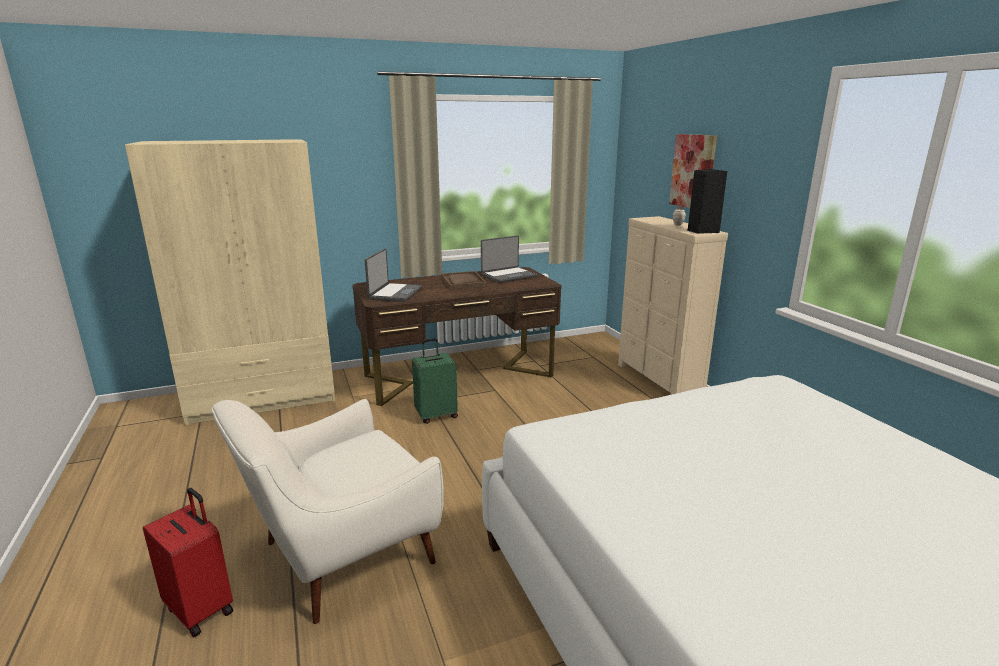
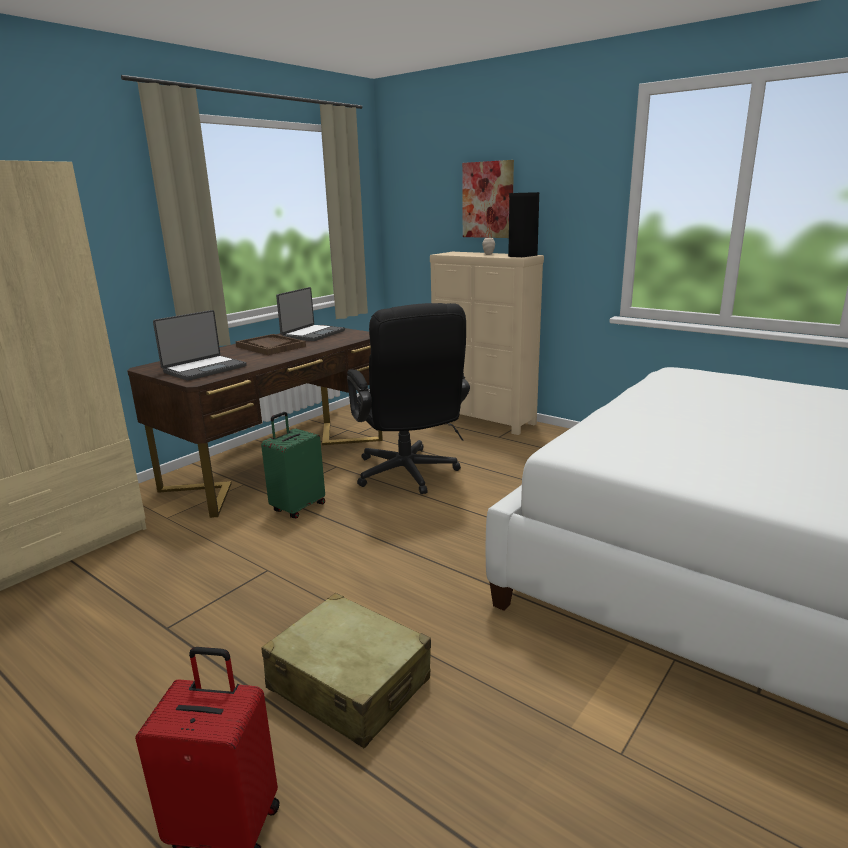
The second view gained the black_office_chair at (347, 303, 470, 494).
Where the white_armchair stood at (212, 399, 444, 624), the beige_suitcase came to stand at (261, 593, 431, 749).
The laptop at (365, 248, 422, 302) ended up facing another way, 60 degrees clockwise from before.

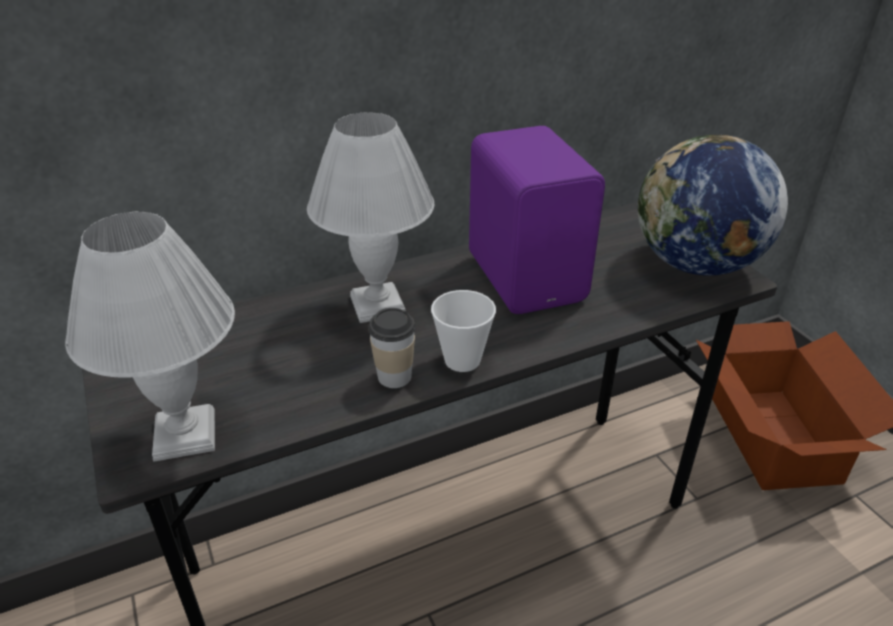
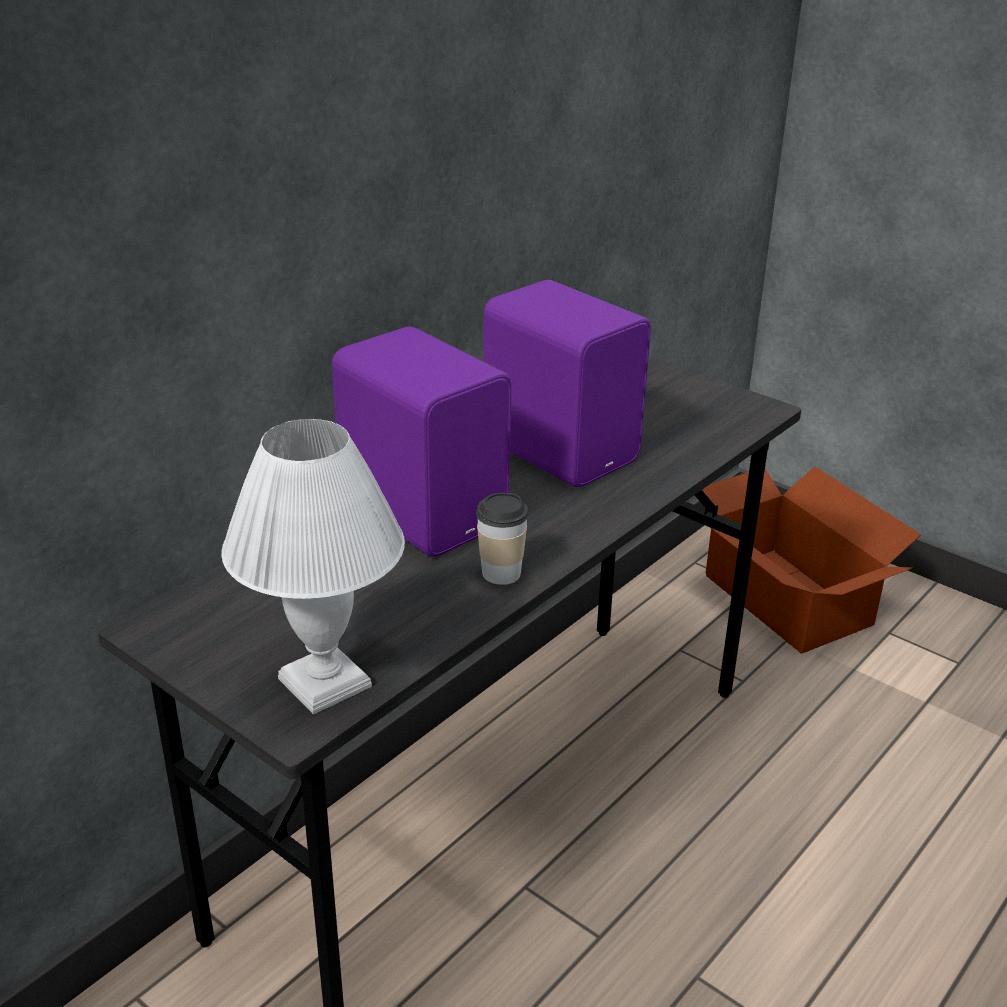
The second view lost the cup at (431, 290, 496, 372).
The second view lost the globe at (638, 135, 788, 276).
Where the white_table_lamp stood at (307, 112, 434, 323), the purple_speaker came to stand at (332, 326, 512, 557).

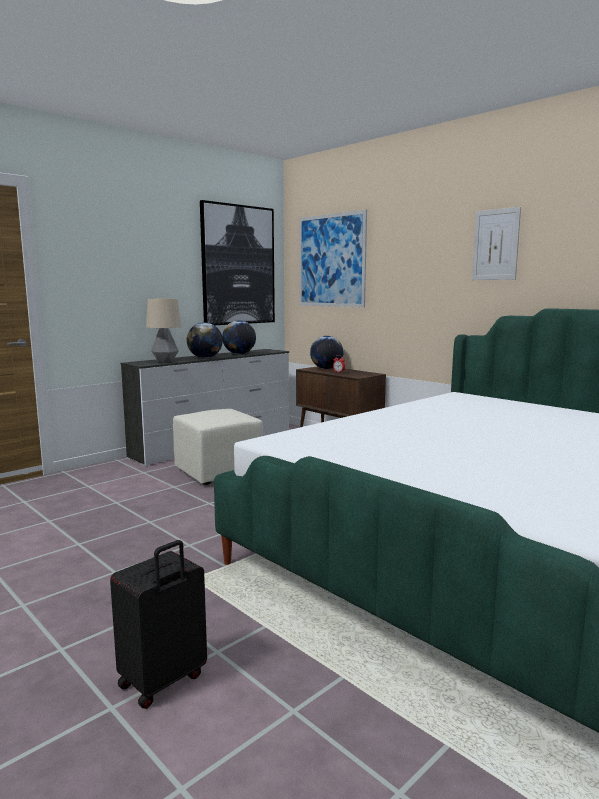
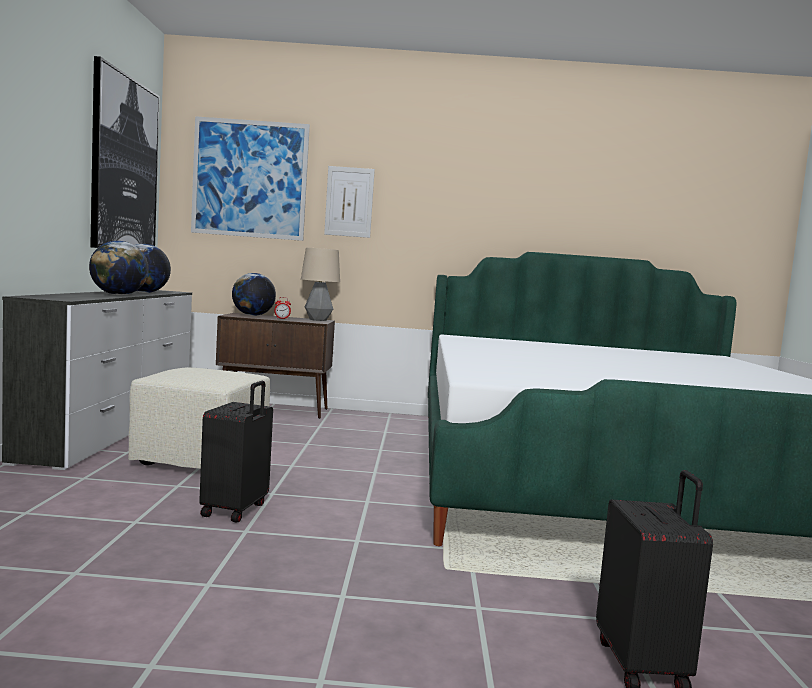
The second view gained the black_suitcase at (199, 381, 273, 522).
The table_lamp ended up elsewhere, having gone from (146, 298, 182, 363) to (301, 248, 340, 321).
The picture ended up elsewhere, having gone from (472, 207, 521, 280) to (324, 166, 375, 238).

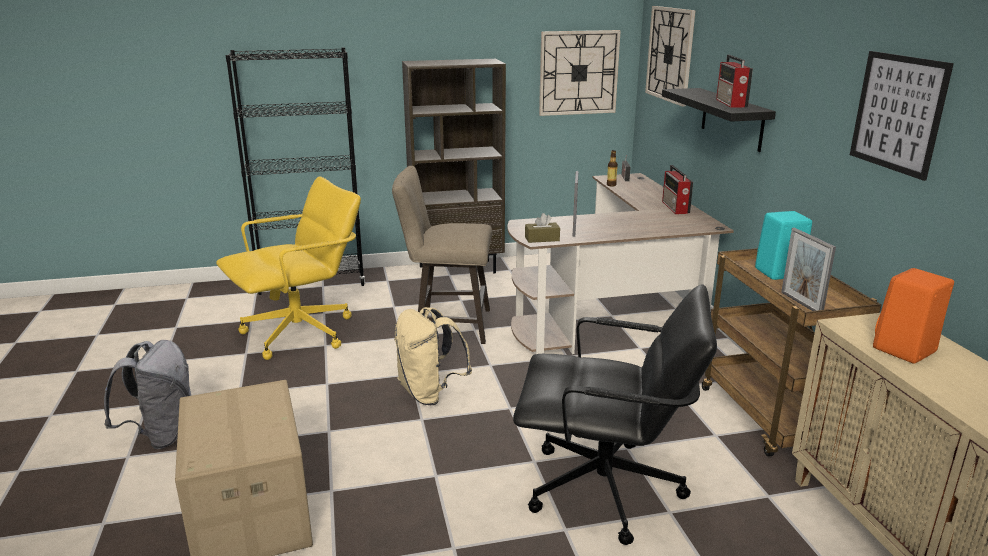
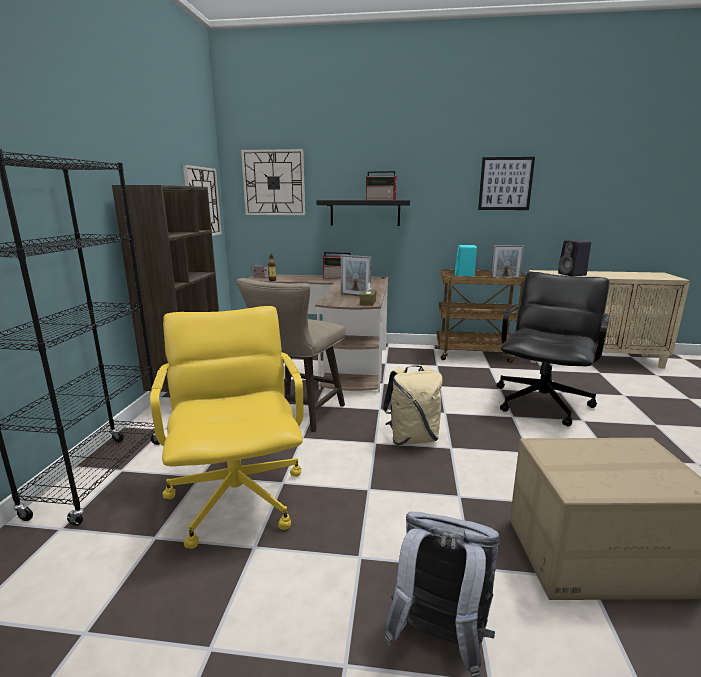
What was the orange_speaker at (873, 268, 954, 364) turned into the black_speaker at (558, 240, 591, 276).

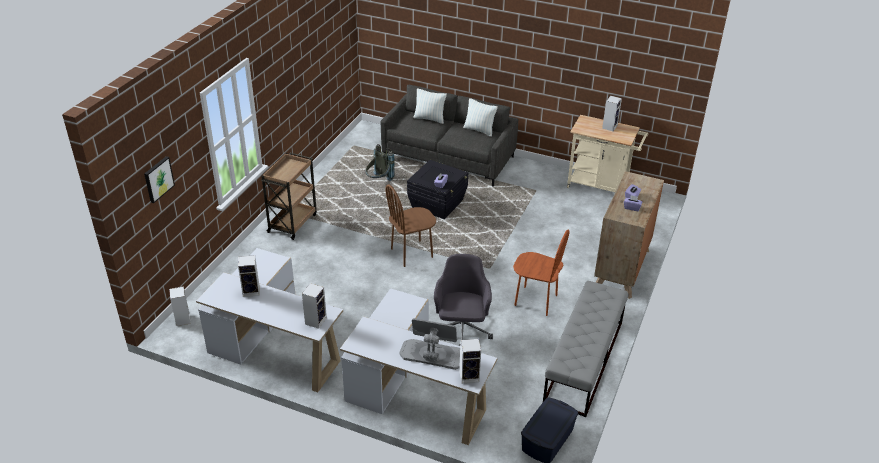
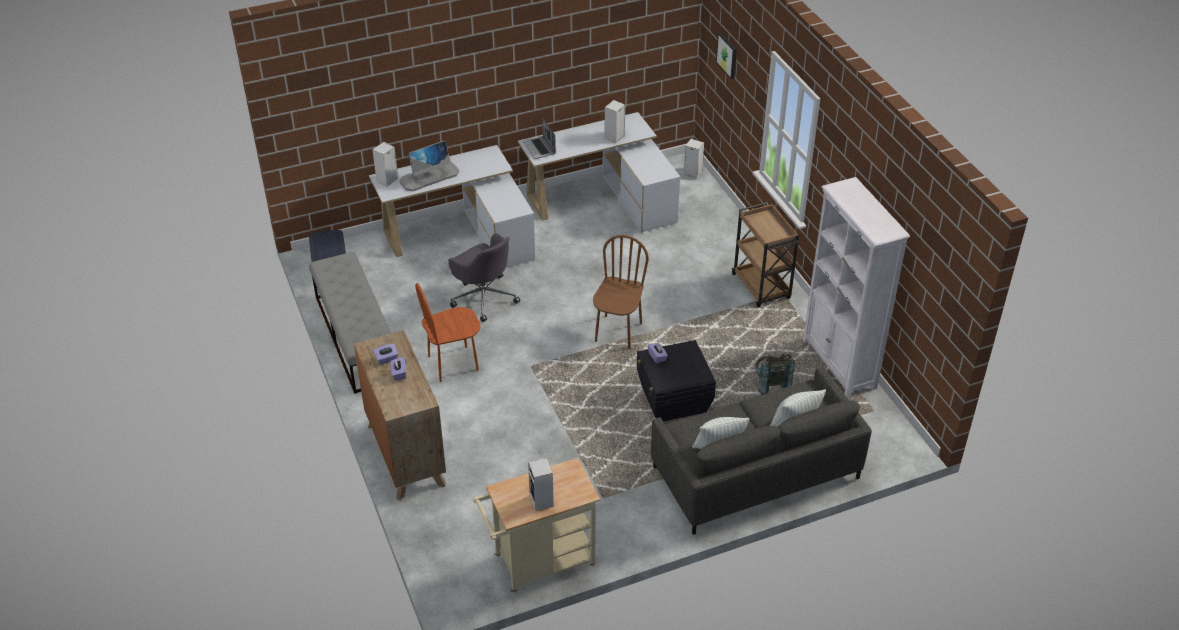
The second view gained the white_bookcase at (802, 177, 910, 398).
Where the speaker stood at (302, 283, 327, 329), the laptop came to stand at (523, 118, 556, 159).

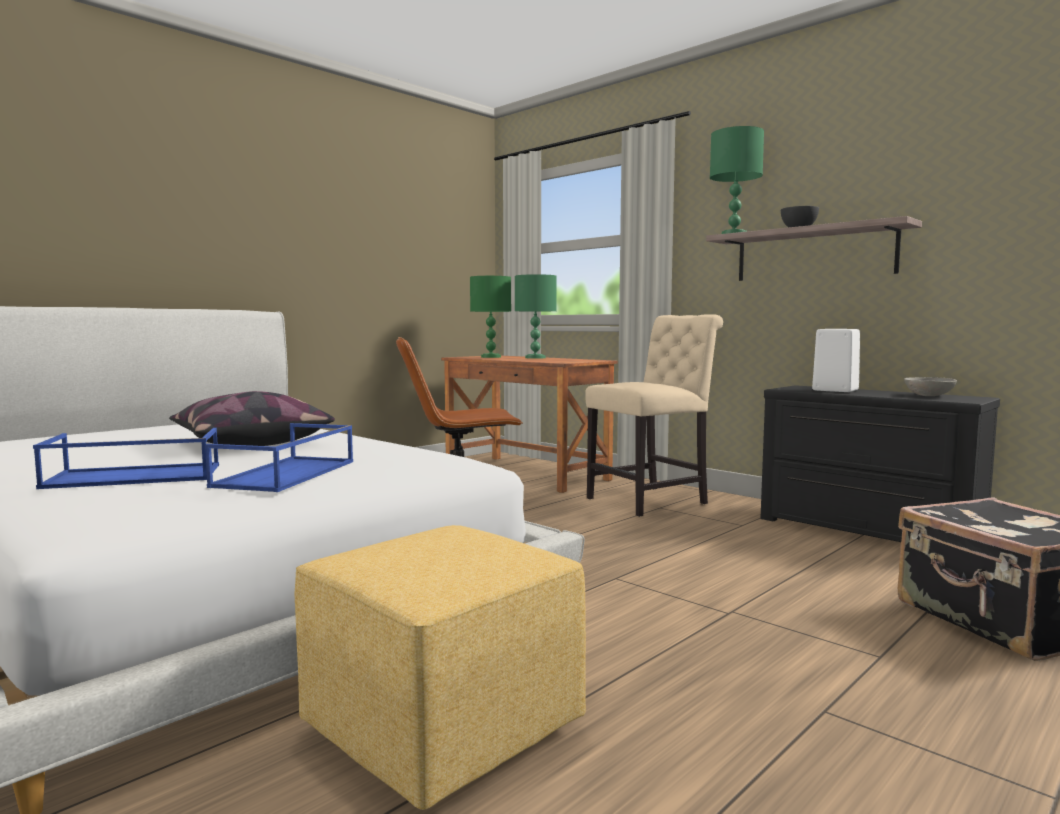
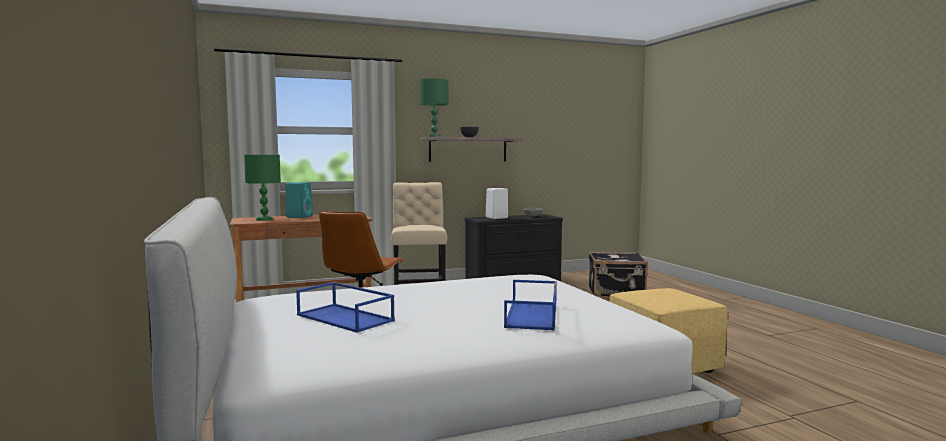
The second view lost the pillow at (169, 391, 335, 446).
The blue_tray ended up elsewhere, having gone from (205, 423, 353, 492) to (296, 282, 395, 333).
Where the green_table_lamp stood at (515, 274, 557, 359), the turquoise_speaker came to stand at (285, 182, 313, 218).

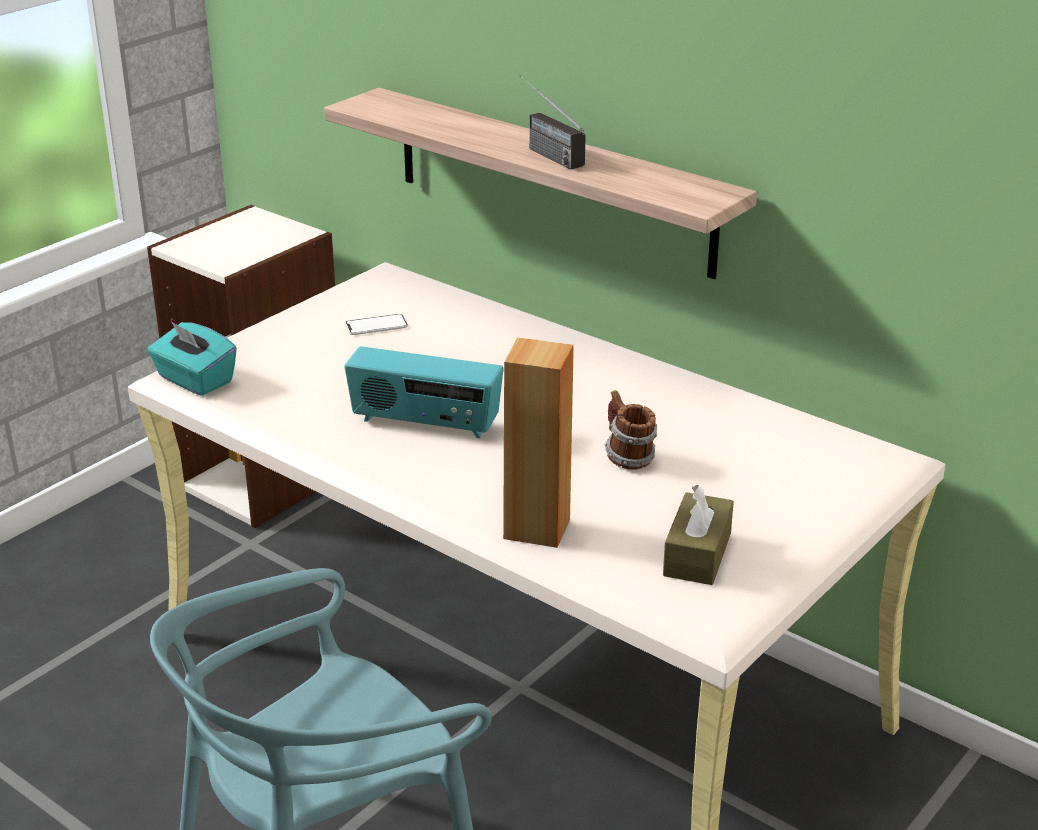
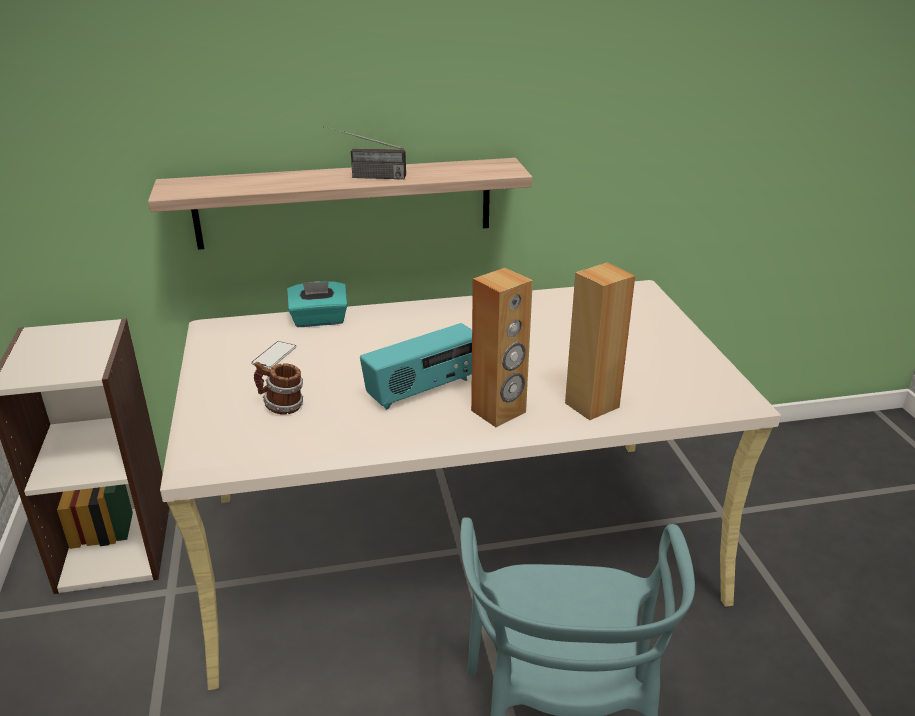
The second view lost the brown_tissue_box at (663, 485, 734, 585).
The second view gained the brown_speaker at (471, 268, 533, 427).
The turquoise_tissue_box ended up elsewhere, having gone from (147, 321, 237, 396) to (287, 281, 348, 327).
The mug ended up elsewhere, having gone from (605, 390, 657, 470) to (254, 362, 303, 415).

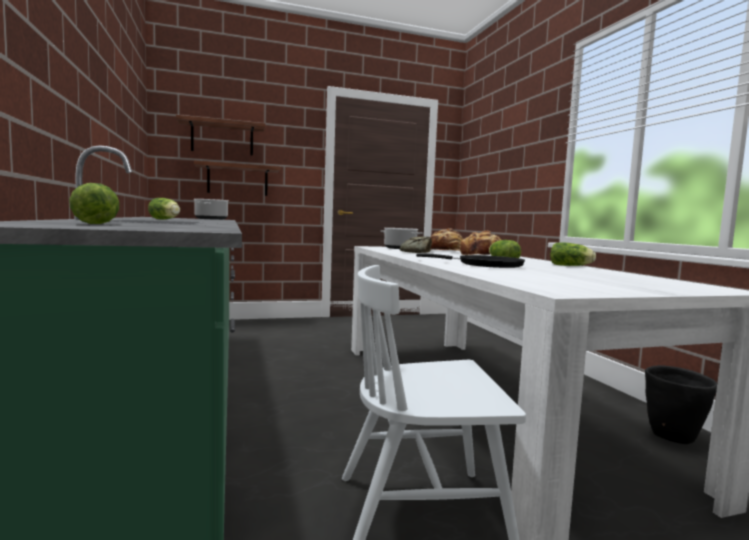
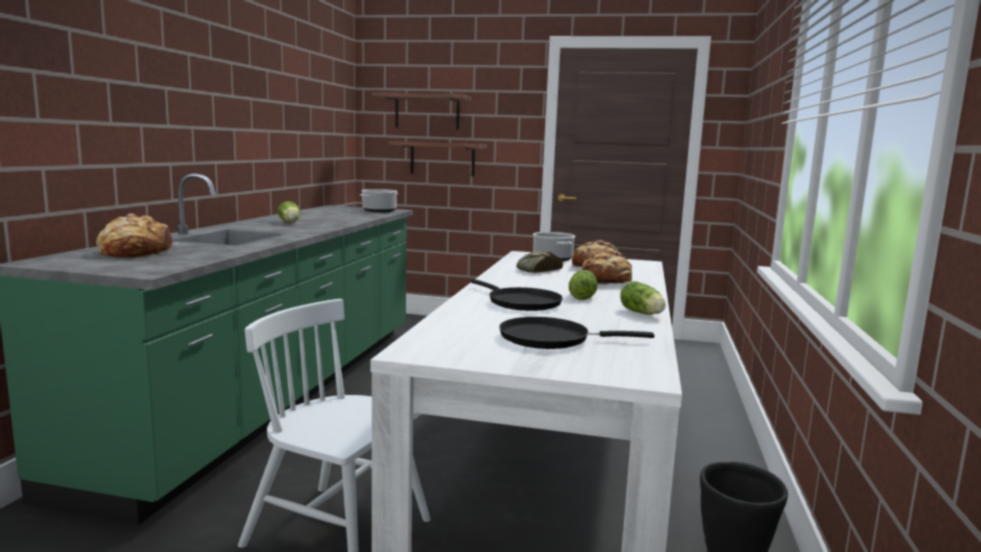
The second view gained the black_frying_pan at (499, 317, 654, 349).
Where the lettuce stood at (69, 183, 119, 224), the bread came to stand at (96, 214, 178, 258).

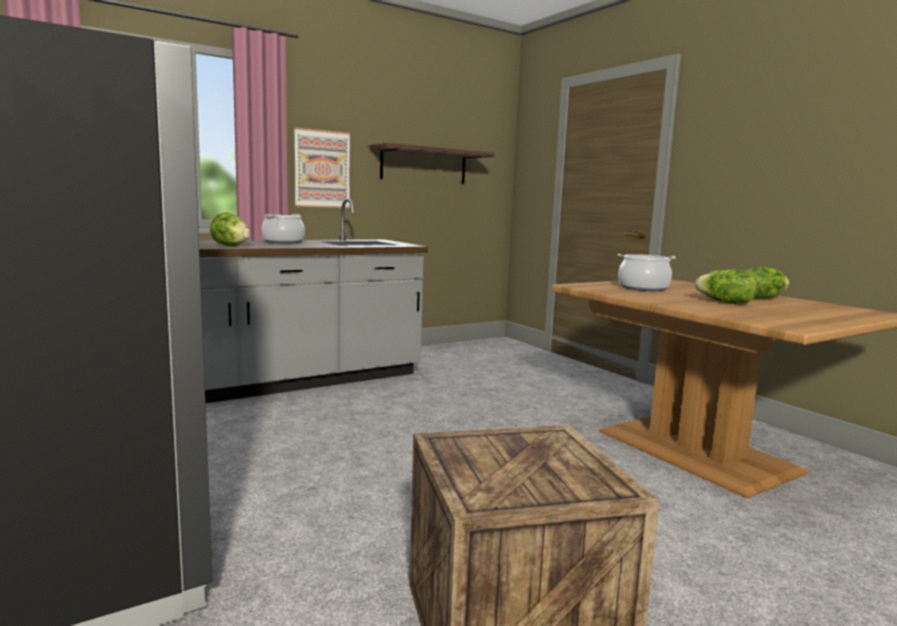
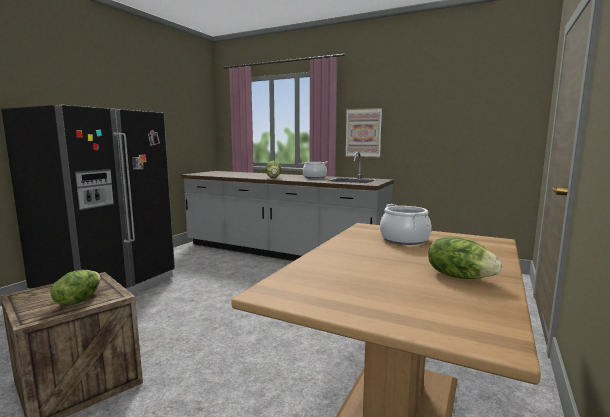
The second view lost the shelf at (369, 143, 495, 184).
The lettuce ended up elsewhere, having gone from (695, 269, 758, 304) to (50, 270, 101, 306).

